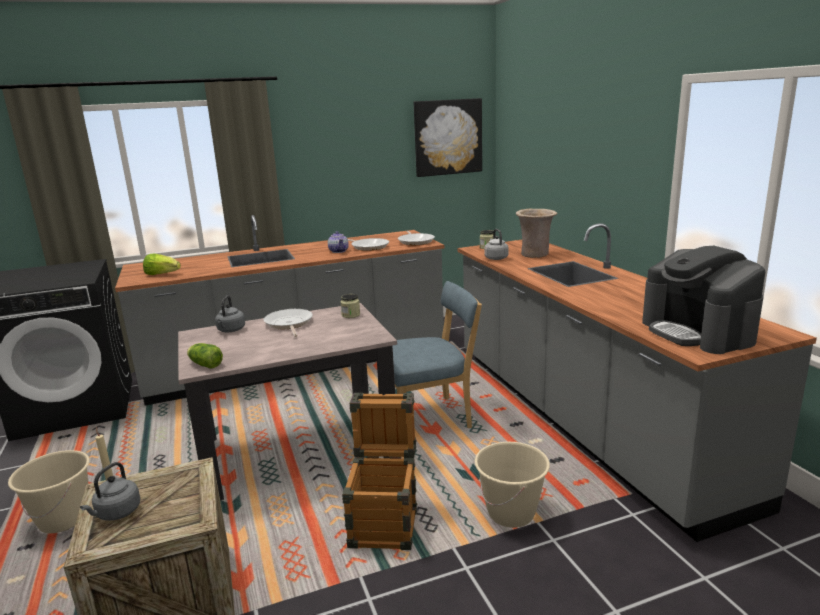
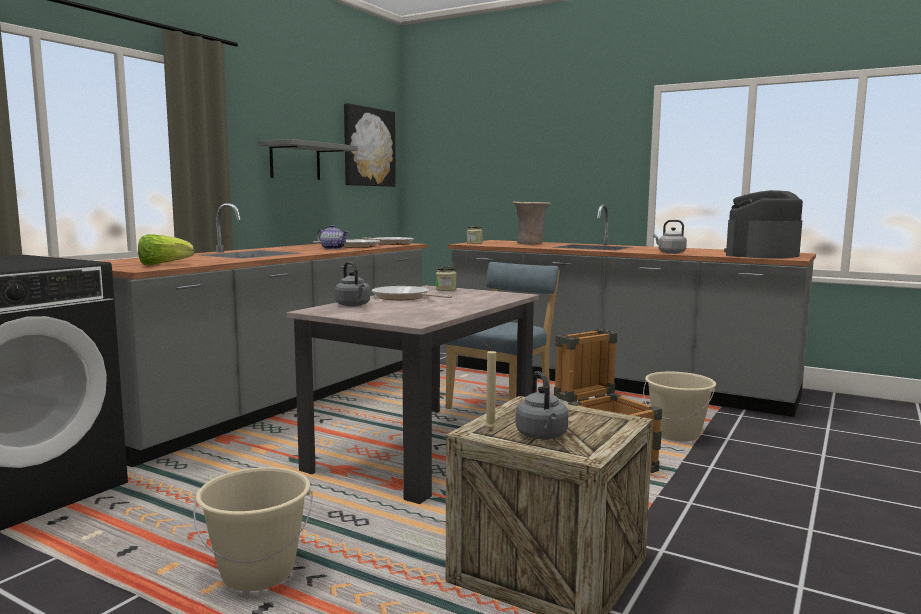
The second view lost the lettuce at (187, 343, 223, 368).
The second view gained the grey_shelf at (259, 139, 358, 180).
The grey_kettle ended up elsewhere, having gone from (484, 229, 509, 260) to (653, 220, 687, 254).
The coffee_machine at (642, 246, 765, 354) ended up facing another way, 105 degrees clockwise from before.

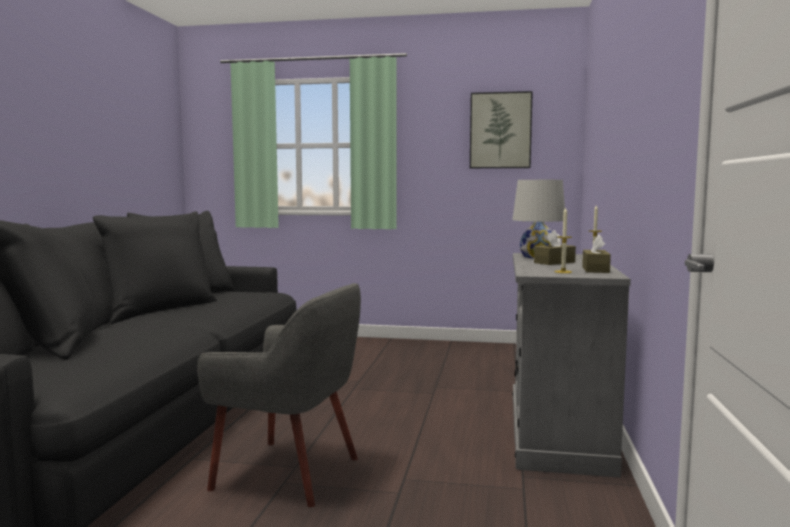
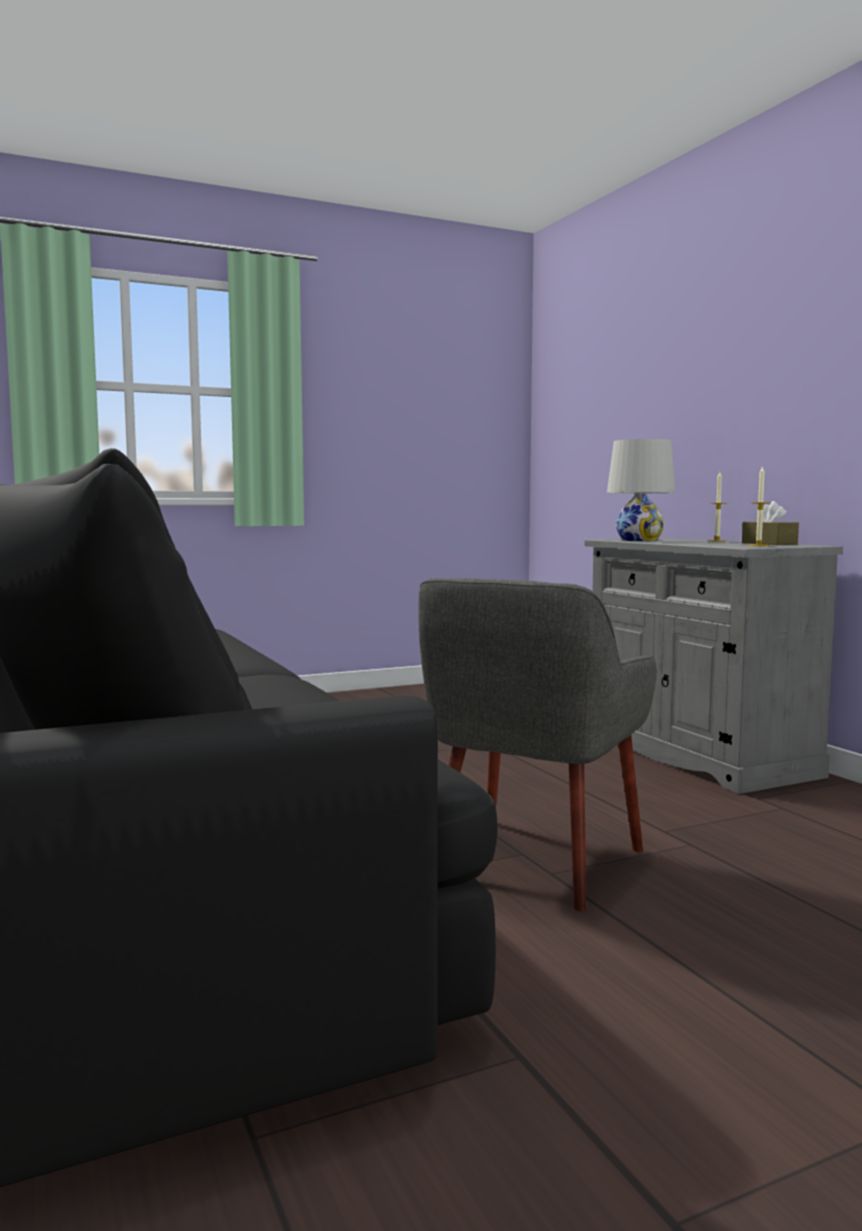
The second view lost the picture at (470, 91, 533, 168).
The second view lost the brown_tissue_box at (534, 230, 576, 265).
The grey_armchair at (197, 283, 361, 507) ended up facing another way, 135 degrees clockwise from before.

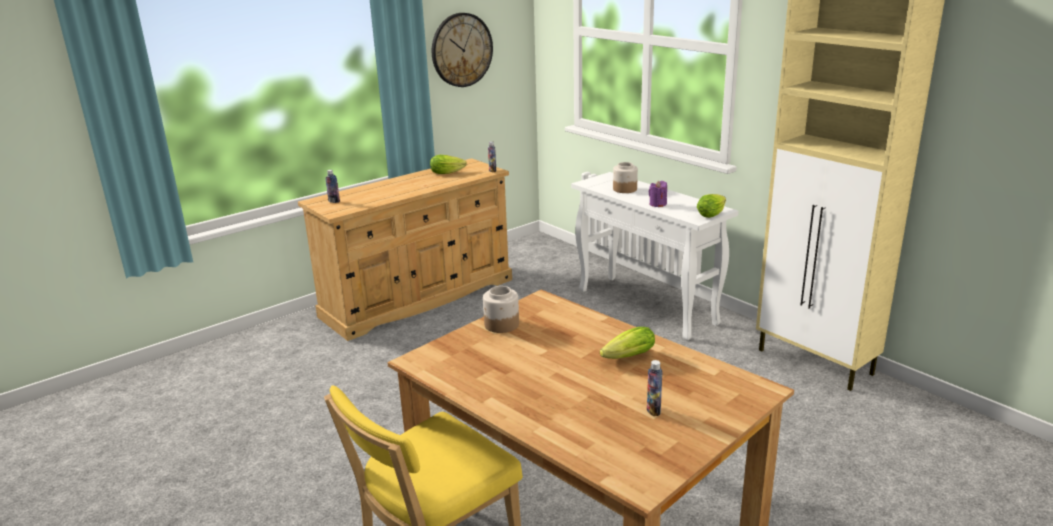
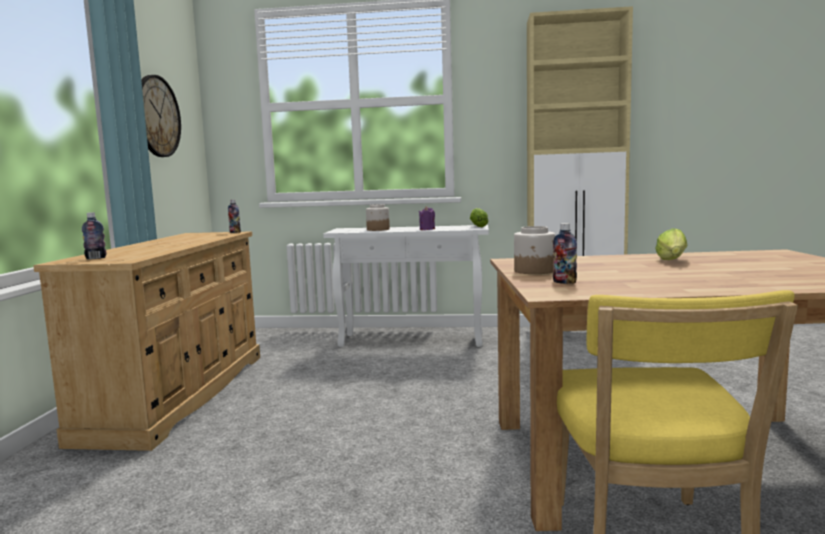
The second view lost the lettuce at (430, 155, 467, 174).
The bottle ended up elsewhere, having gone from (647, 360, 662, 416) to (553, 223, 577, 284).

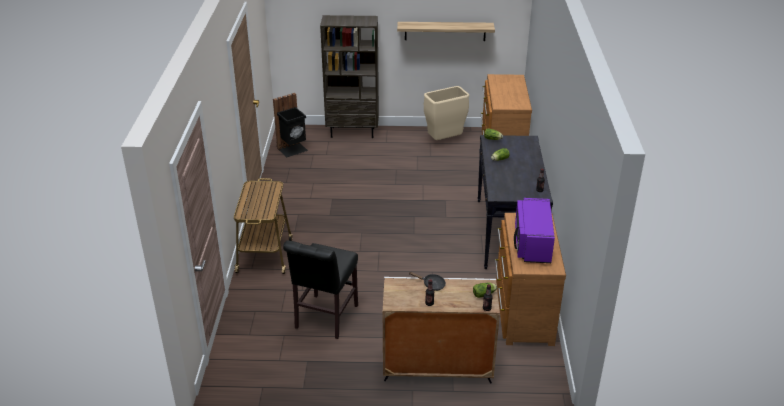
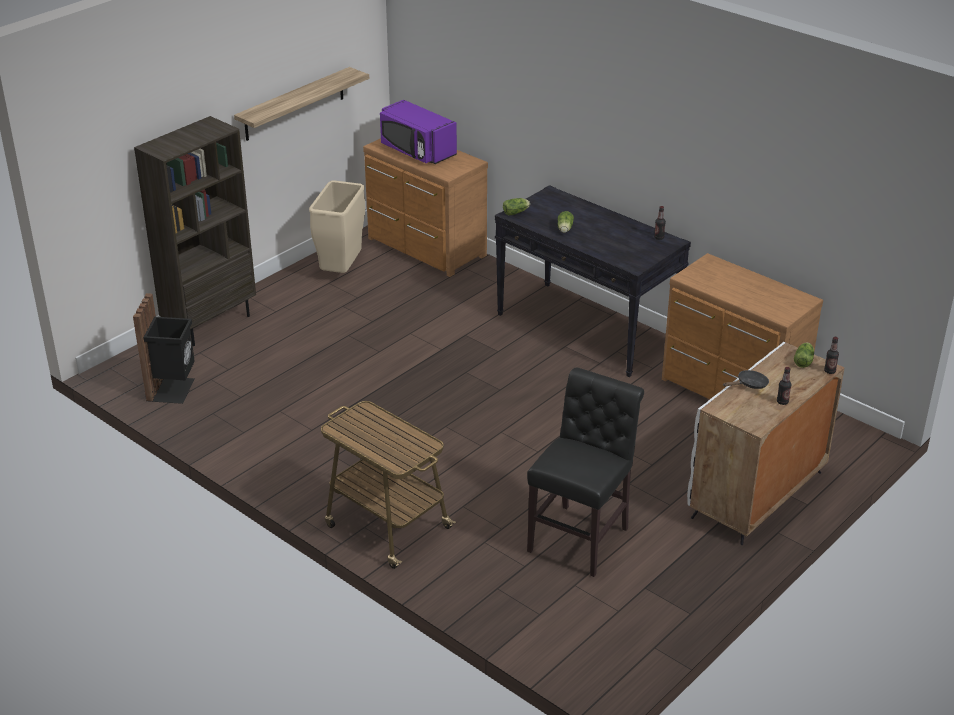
The purple_microwave ended up elsewhere, having gone from (514, 198, 555, 263) to (380, 100, 457, 164).
The black_chair at (283, 241, 358, 339) ended up facing another way, 120 degrees counterclockwise from before.

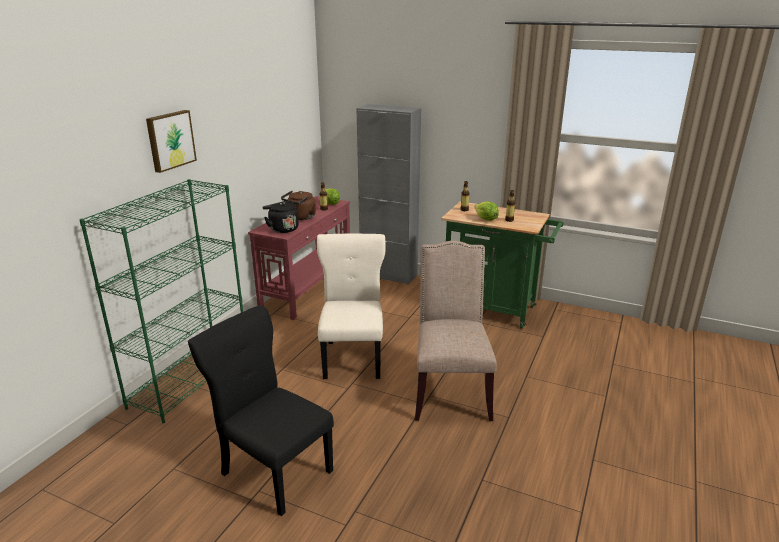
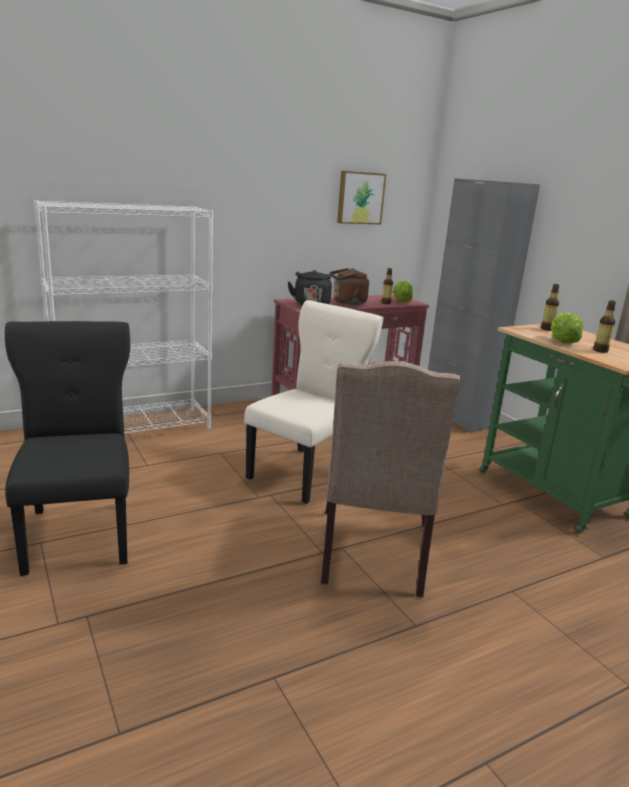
The picture ended up elsewhere, having gone from (146, 110, 197, 173) to (337, 171, 386, 224).
What was the green_bookcase at (79, 179, 243, 423) turned into the white_bookcase at (34, 200, 213, 434).
The beige_chair at (415, 241, 497, 421) ended up facing another way, 150 degrees clockwise from before.

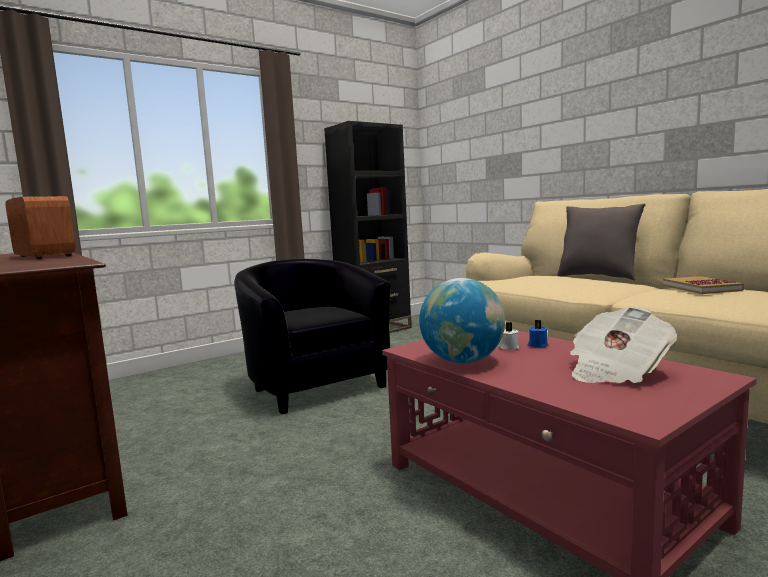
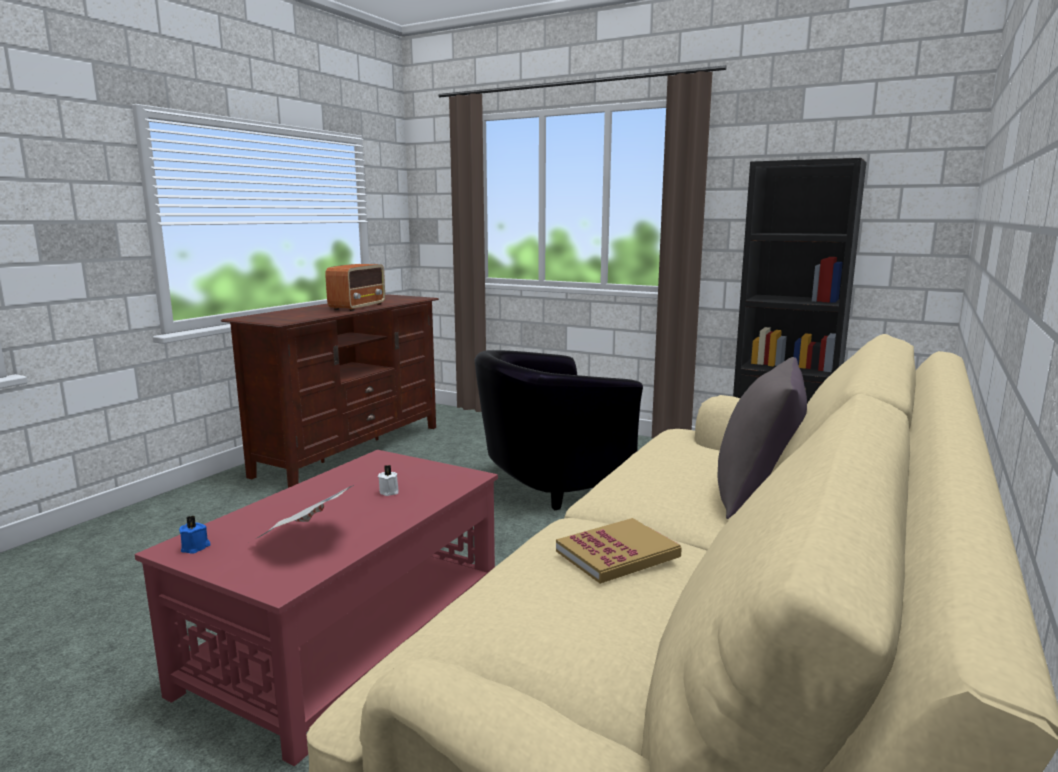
The second view lost the globe at (419, 278, 505, 363).
The blue_candle ended up elsewhere, having gone from (528, 320, 548, 348) to (179, 516, 211, 554).
The black_armchair at (234, 259, 391, 415) ended up facing another way, 150 degrees counterclockwise from before.

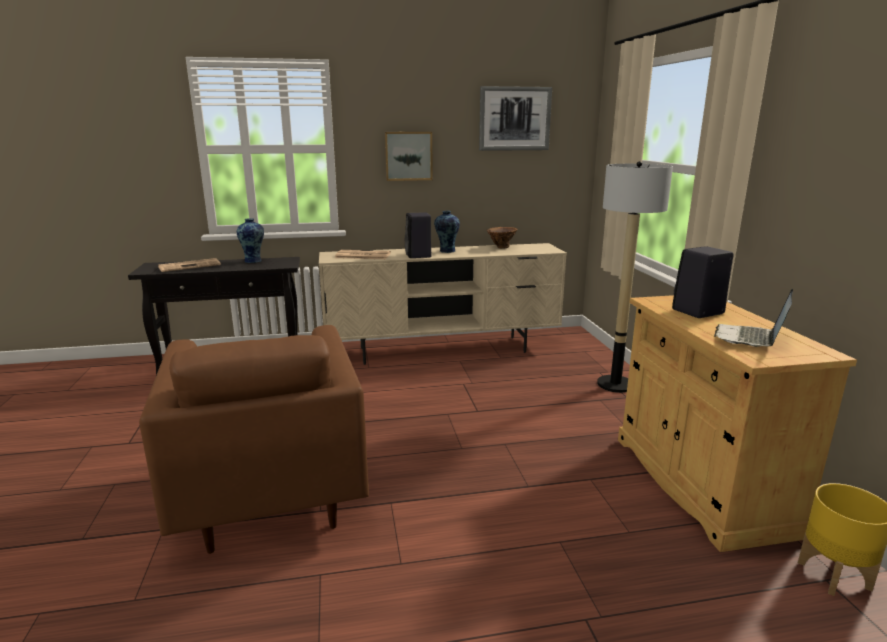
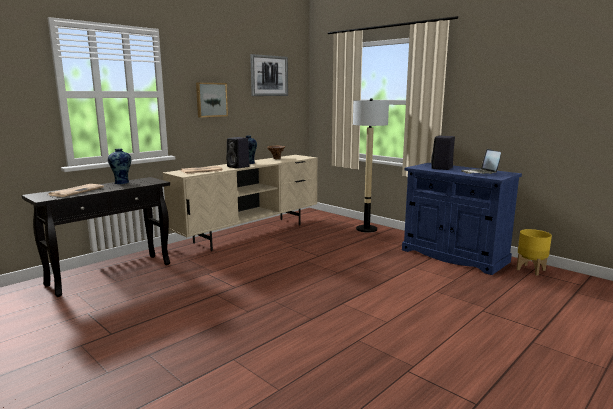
The second view lost the brown_armchair at (139, 325, 369, 554).
What was the beige_cabinet at (618, 295, 857, 552) turned into the blue_cabinet at (402, 163, 522, 275).

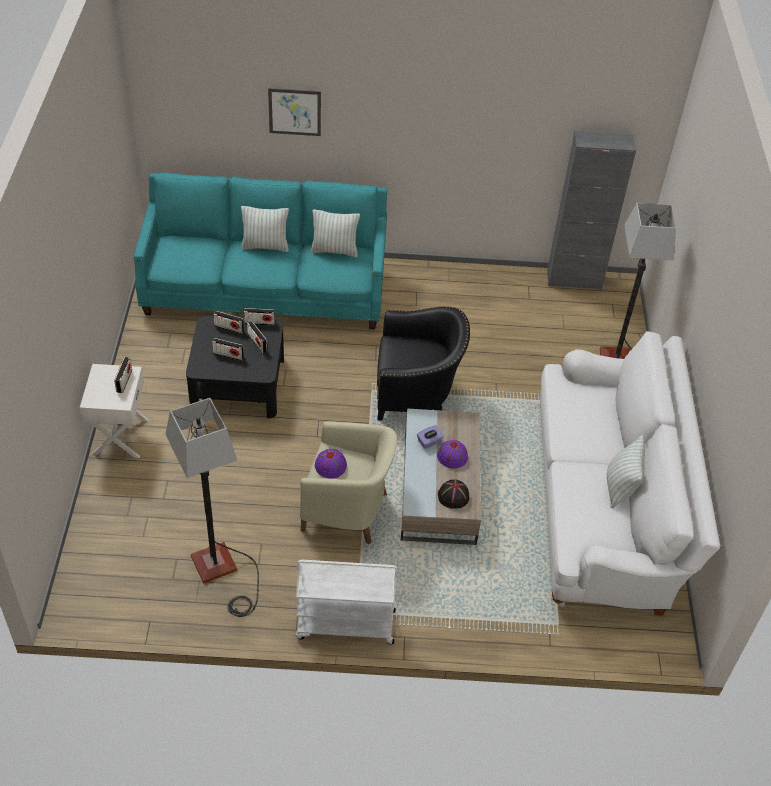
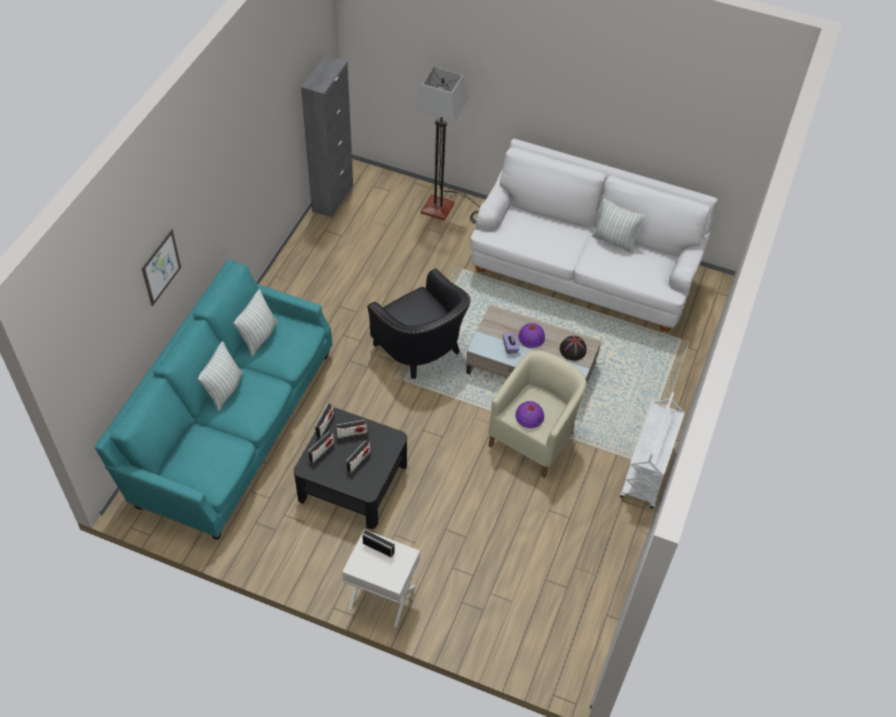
The second view lost the floor_lamp at (166, 398, 259, 617).
The black_armchair at (377, 306, 470, 421) ended up facing another way, 120 degrees clockwise from before.

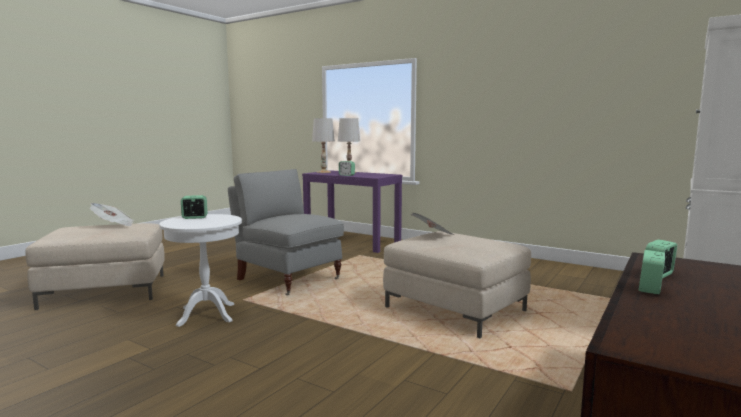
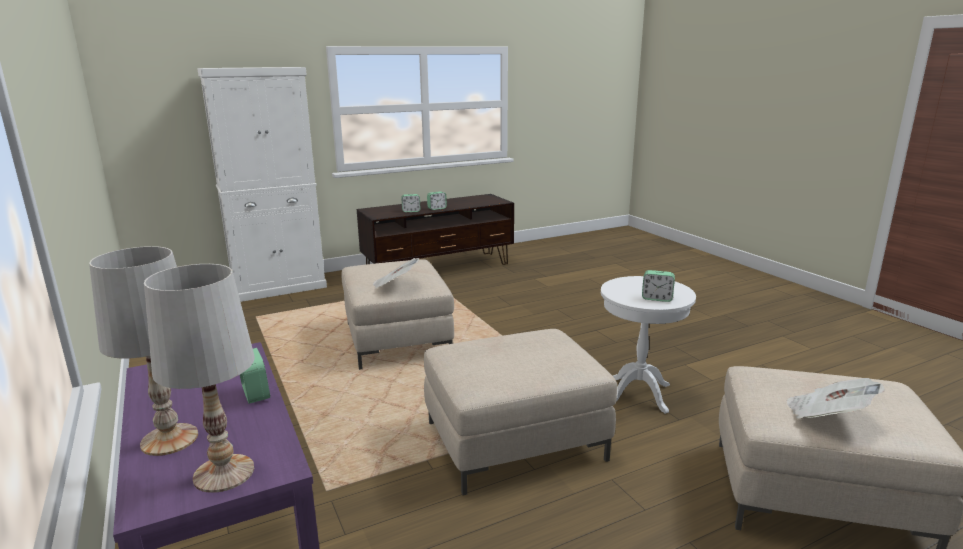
Where the grey_armchair stood at (228, 169, 344, 295), the beige_ottoman came to stand at (424, 329, 617, 496).

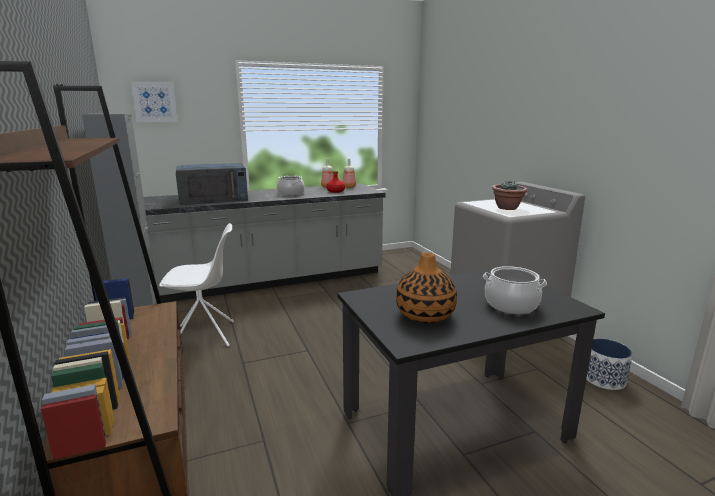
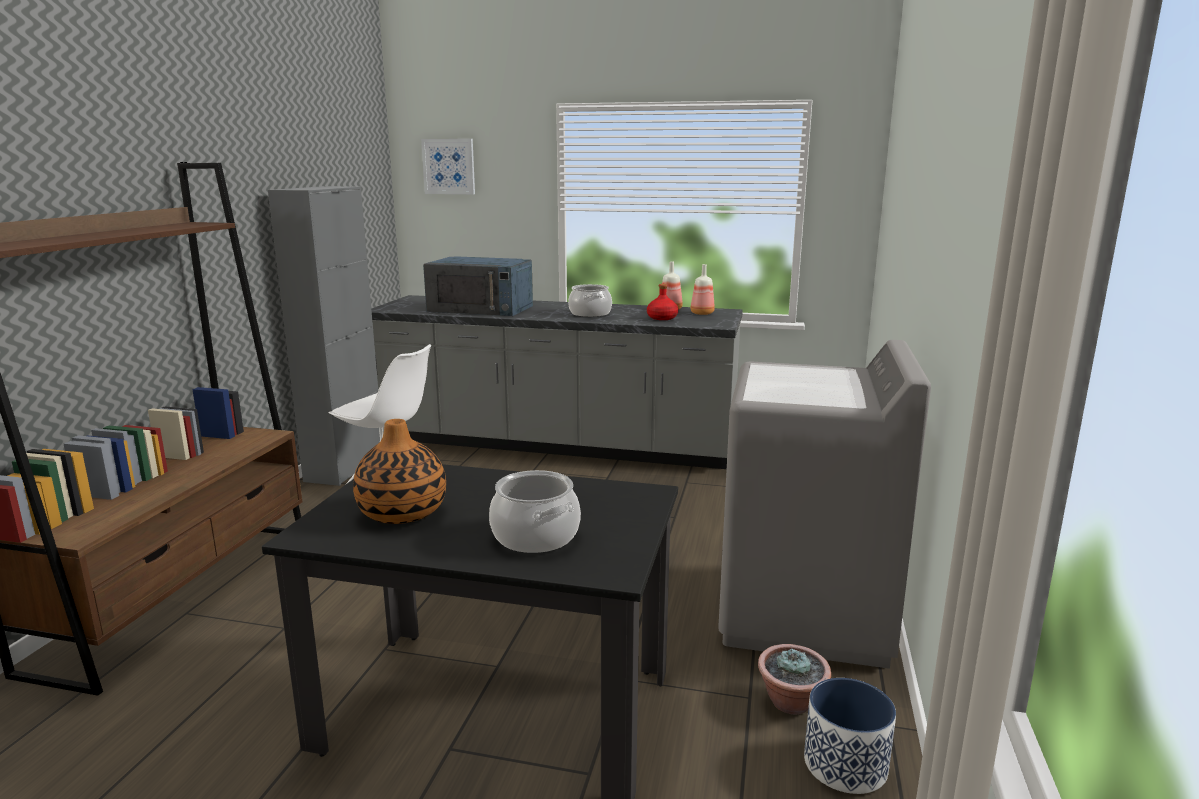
The potted_plant ended up elsewhere, having gone from (492, 181, 528, 210) to (758, 644, 831, 715).

